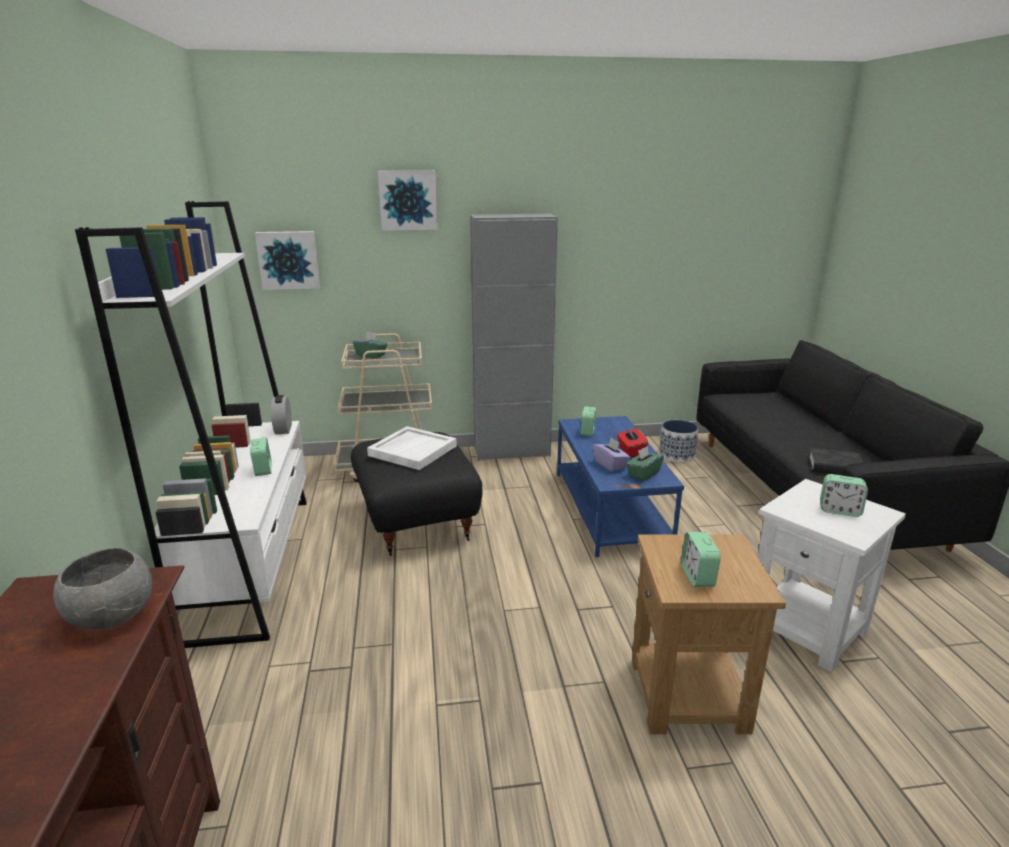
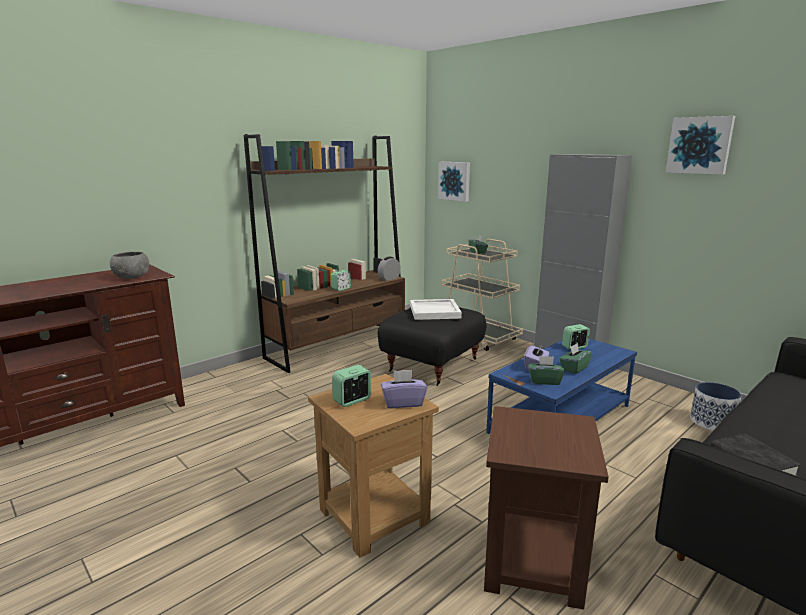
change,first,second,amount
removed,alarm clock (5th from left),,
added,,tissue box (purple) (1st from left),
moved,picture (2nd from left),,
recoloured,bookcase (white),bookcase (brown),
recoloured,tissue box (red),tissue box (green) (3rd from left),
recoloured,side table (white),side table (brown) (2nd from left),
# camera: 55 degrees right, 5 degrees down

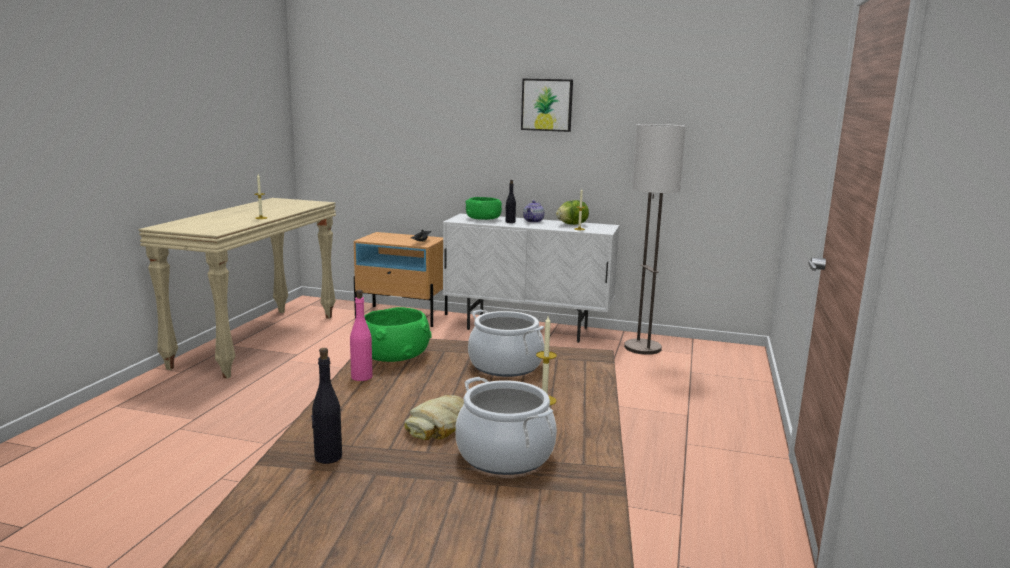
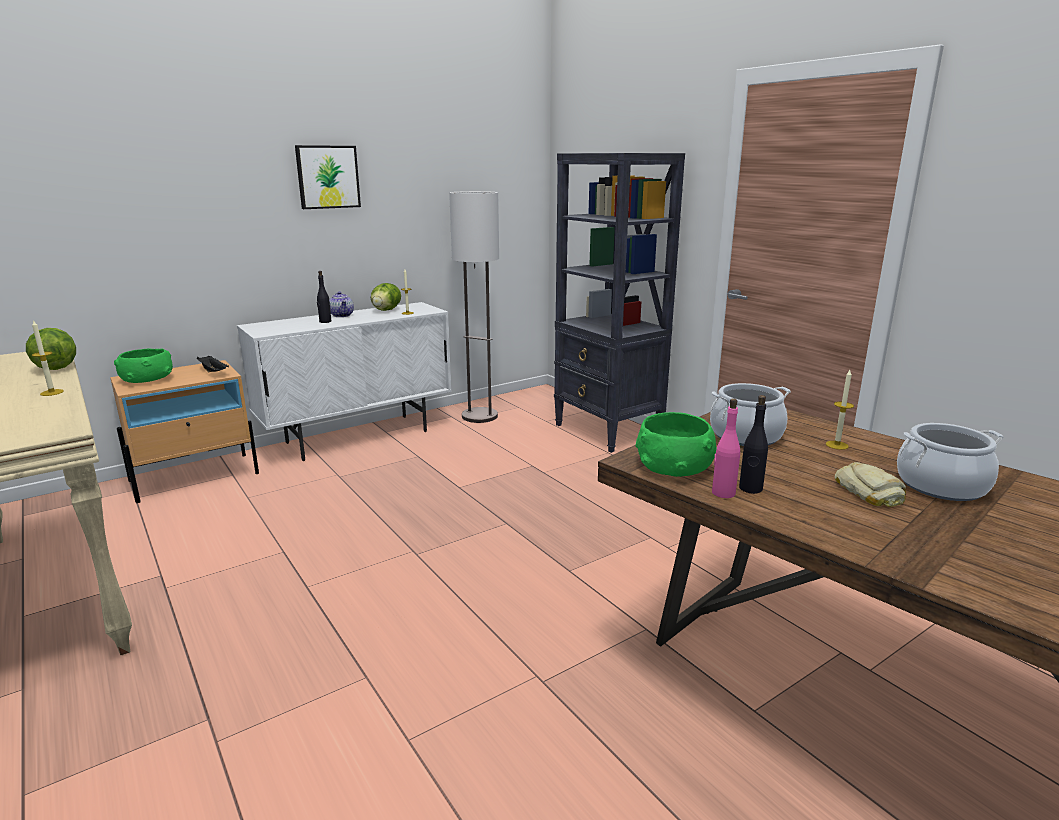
change,first,second,amount
added,,lettuce (1st from left),
added,,bookcase (black),
moved,bottle (black) (1st from left in the first image),bottle (black) (2nd from left),
moved,bowl (green) (2nd from left in the first image),bowl (green) (1st from left),
# camera: 50 degrees left, 5 degrees up

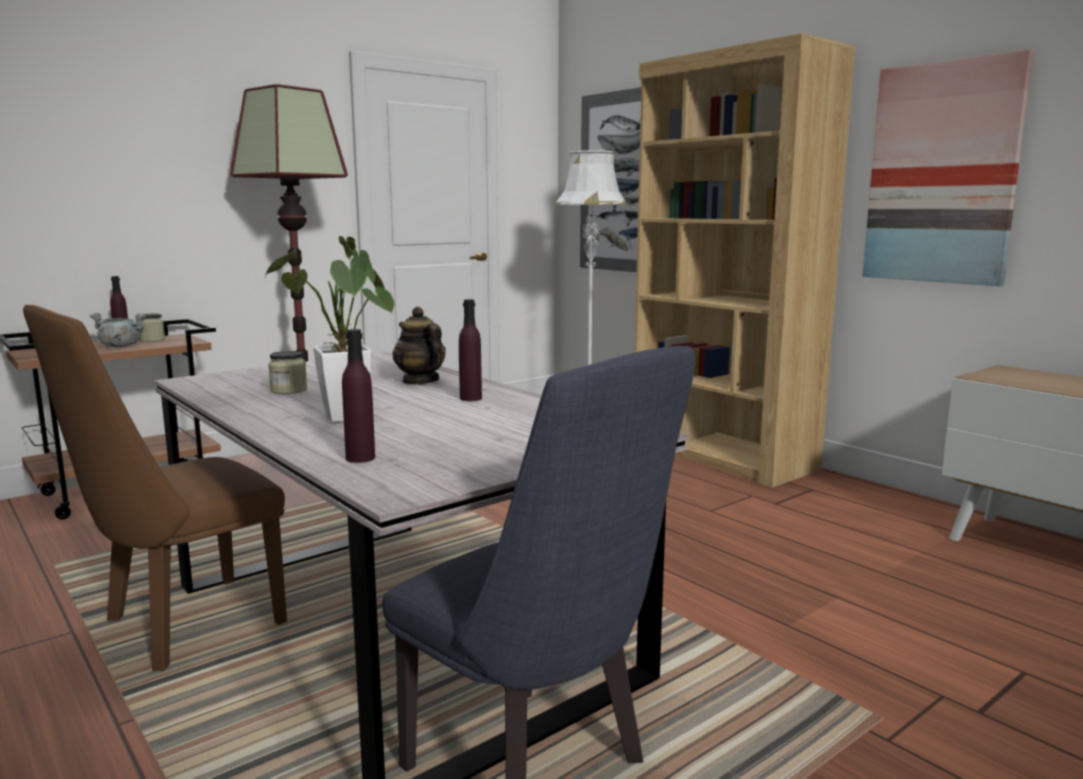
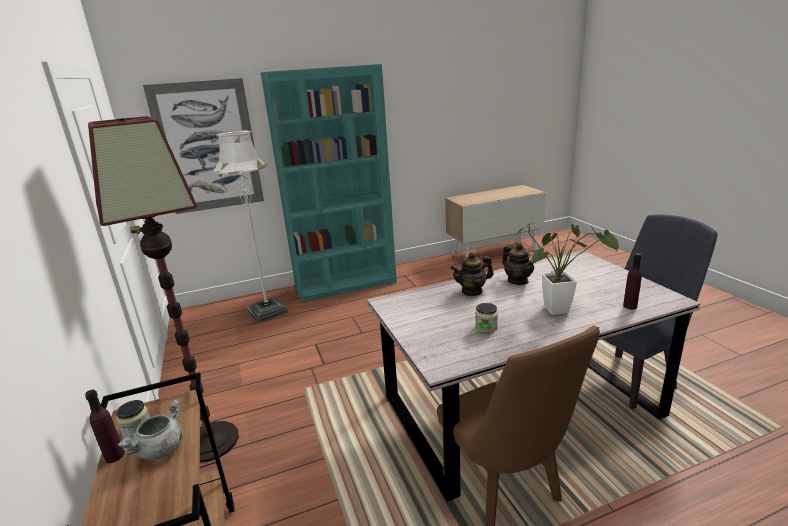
change,first,second,amount
removed,picture (2nd from left),,
replaced,bottle (purple) (3rd from left),teapot (2nd from left),
recoloured,bookcase (brown),bookcase (turquoise),
# camera: 70 degrees left, 10 degrees up

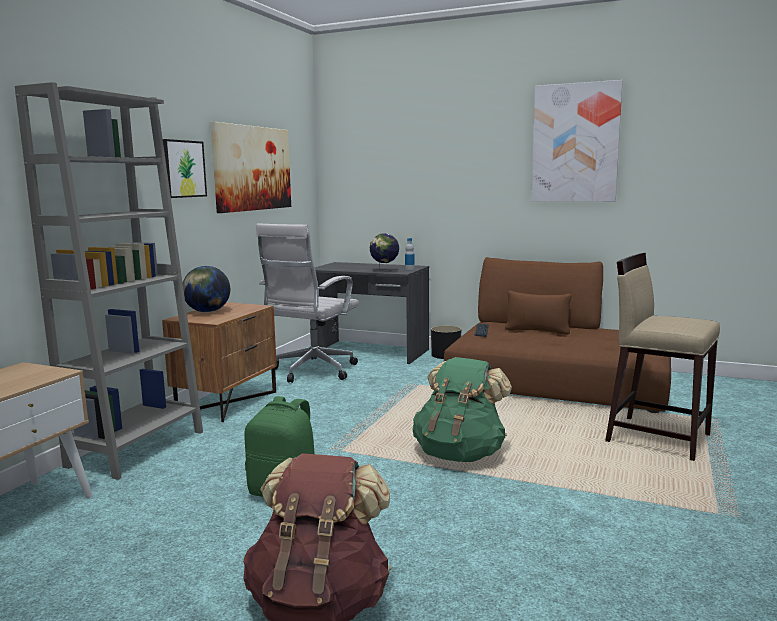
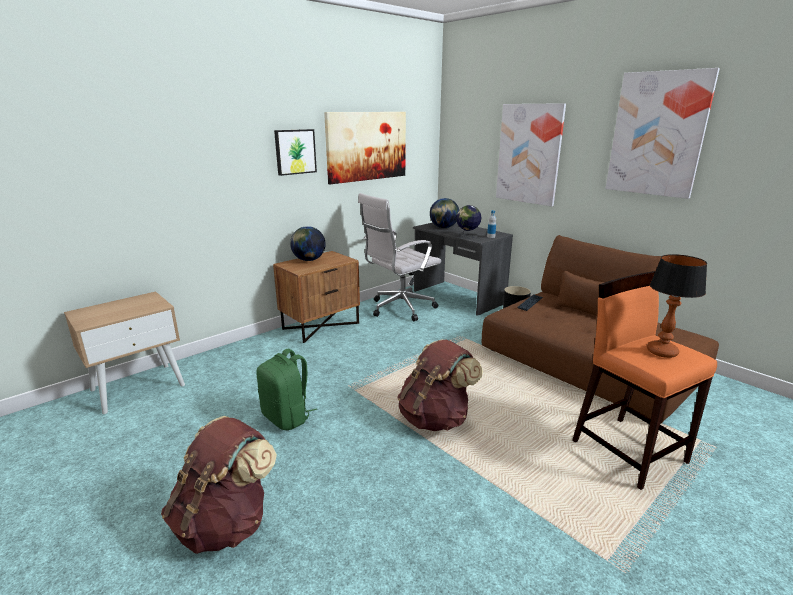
change,first,second,amount
removed,bookcase (grey),,
added,,globe (2nd from left),
added,,picture (3rd from left),
added,,table lamp,
recoloured,backpack (green) (2nd from left),backpack (brown) (2nd from left),
recoloured,stool (beige),stool (orange),
# camera: 25 degrees right, 10 degrees up

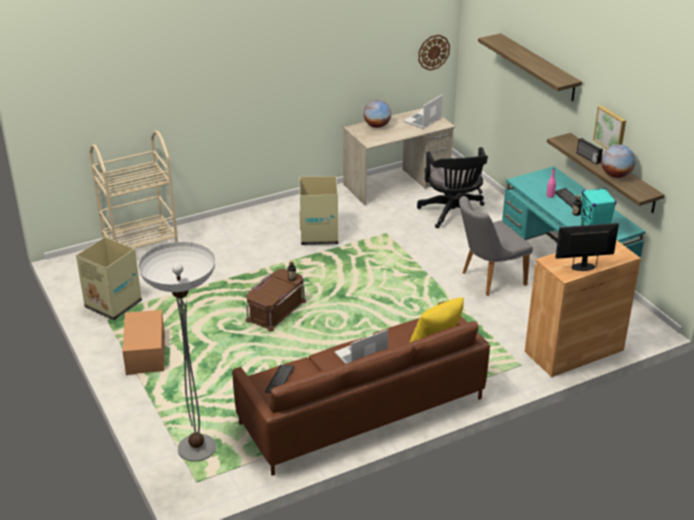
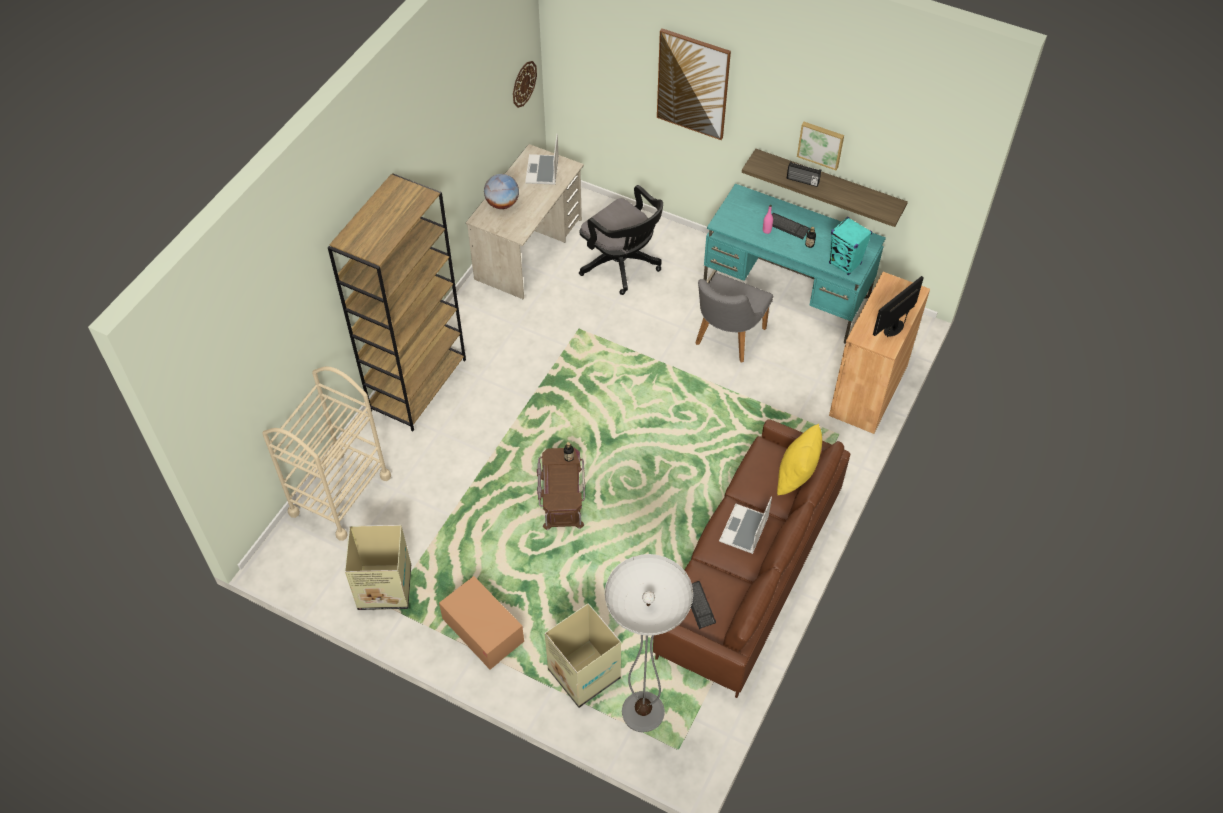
change,first,second,amount
removed,globe (2nd from left),,
added,,bookcase (brown),
moved,cardboard box (3rd from left),,
replaced,shelf (1st from left),picture (1st from left),
# camera: 35 degrees left, 20 degrees up

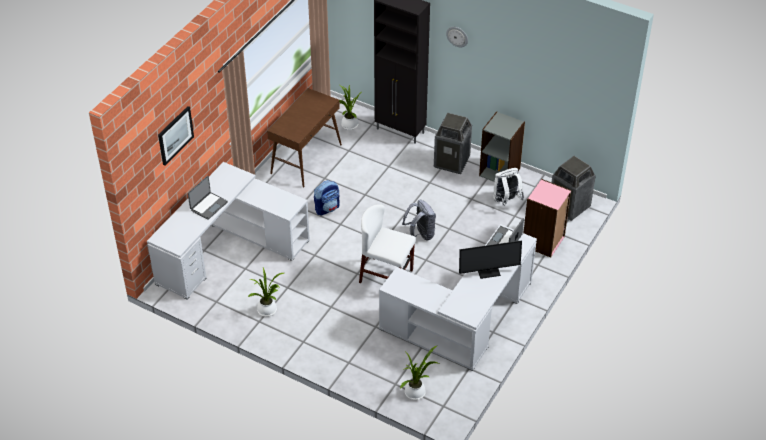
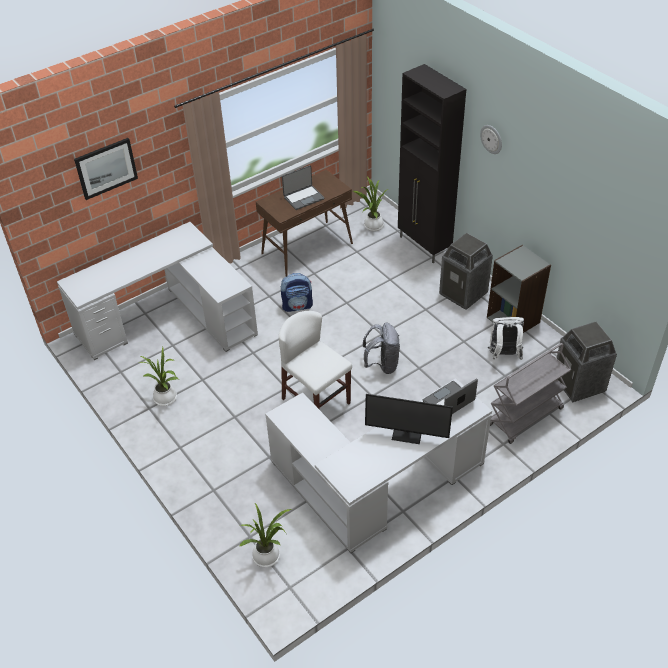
change,first,second,amount
moved,laptop (1st from left),,
replaced,bookcase (pink),cart (grey),
# camera: 25 degrees right, 0 degrees up

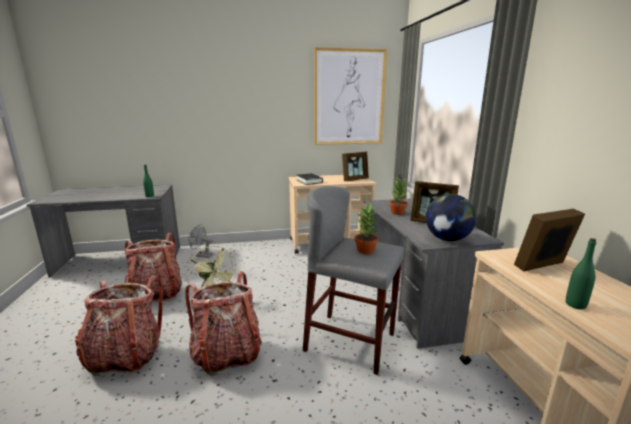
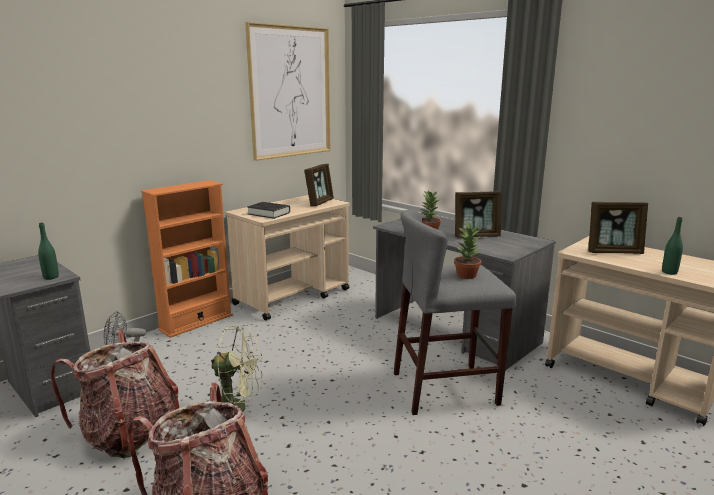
change,first,second,amount
removed,backpack (3rd from left),,
removed,globe,,
added,,bookcase (orange),
turned,picture frame (3rd from left),,120 degrees counterclockwise
# camera: 35 degrees left, 0 degrees up

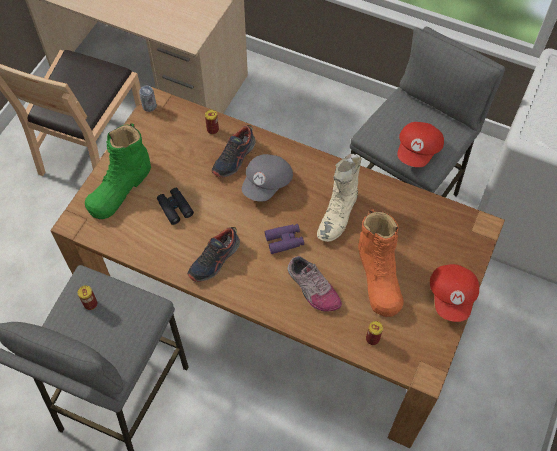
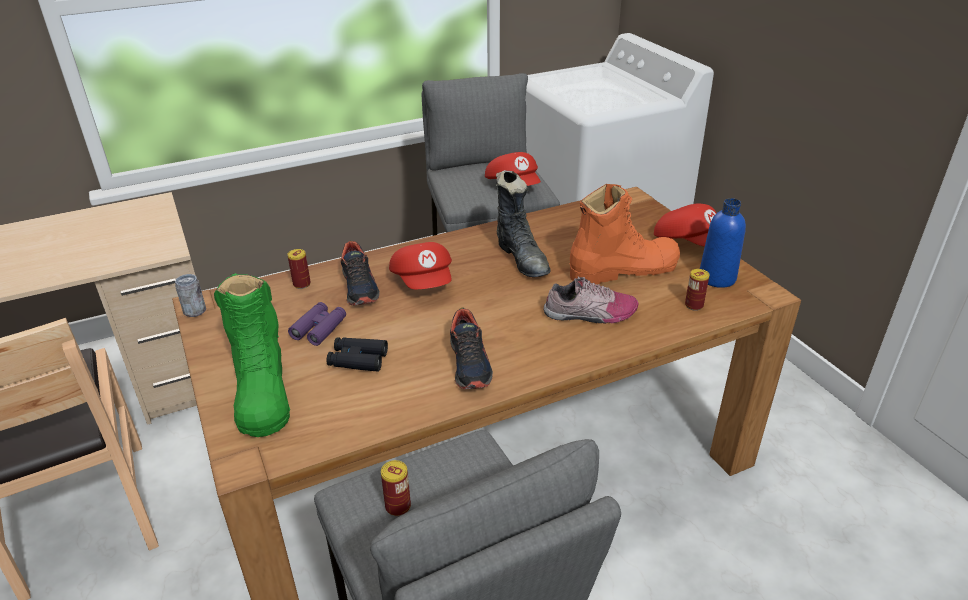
change,first,second,amount
added,,bottle (blue),
moved,binoculars (purple),,
recoloured,cap (grey),cap (red) (1st from left),
recoloured,boot (beige),boot (black),
turned,boot (orange),,45 degrees counterclockwise
# camera: 50 degrees left, 25 degrees down

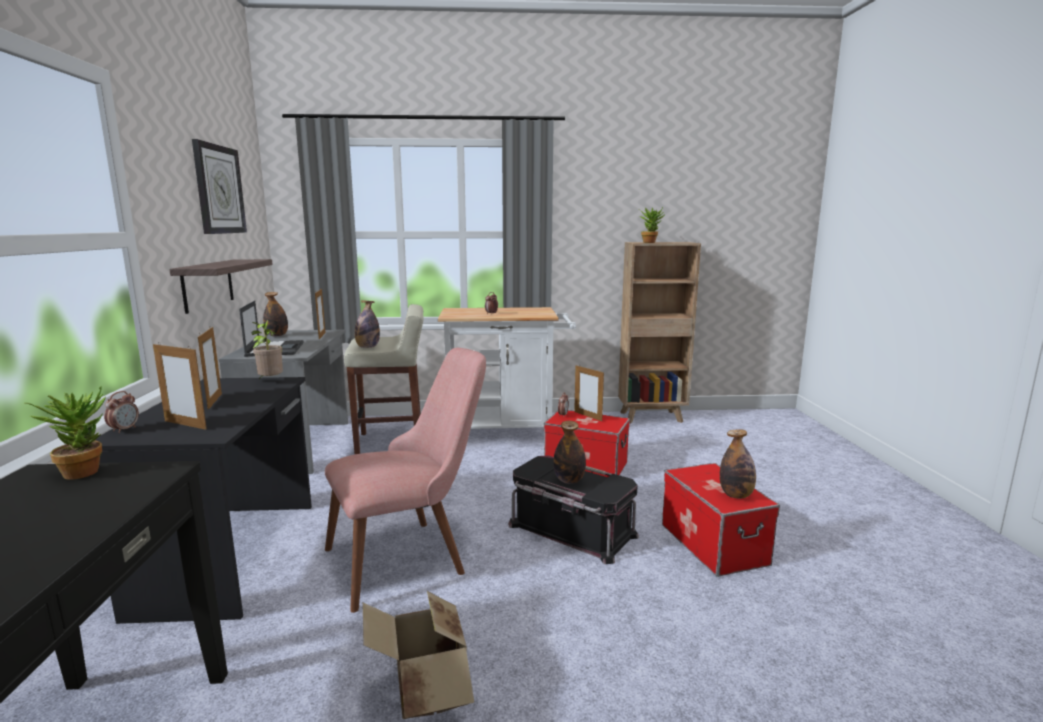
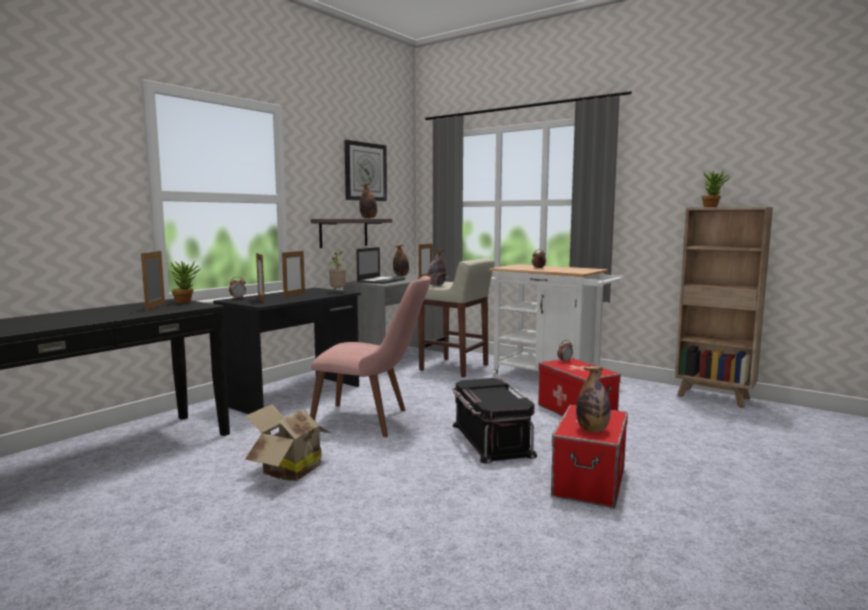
change,first,second,amount
moved,bottle (3rd from left in the first image),bottle (1st from left),
moved,picture frame (4th from left in the first image),picture frame (1st from left),
# camera: 40 degrees right, 5 degrees down

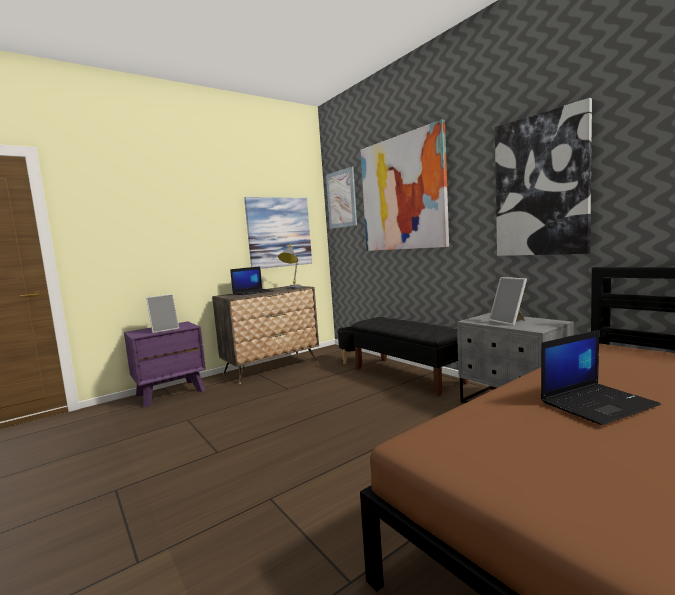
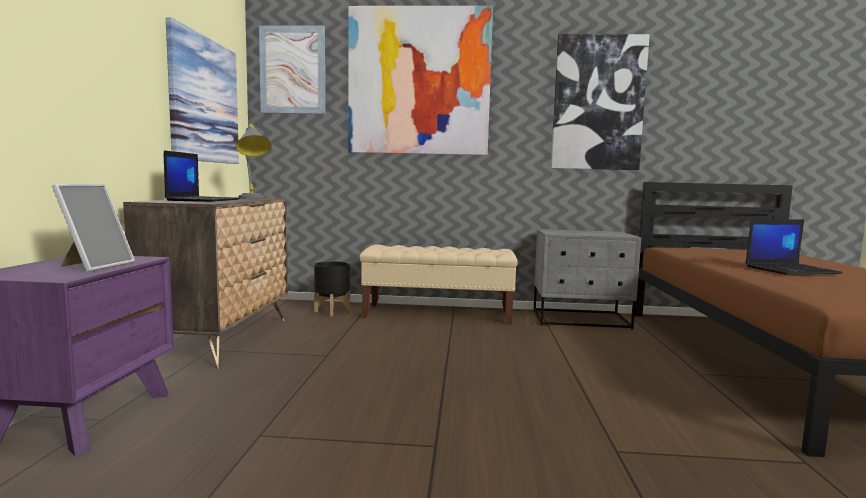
change,first,second,amount
removed,picture frame (2nd from left),,
recoloured,bench (black),bench (beige),
turned,laptop (2nd from left),,60 degrees clockwise
# camera: 50 degrees left, 0 degrees up

